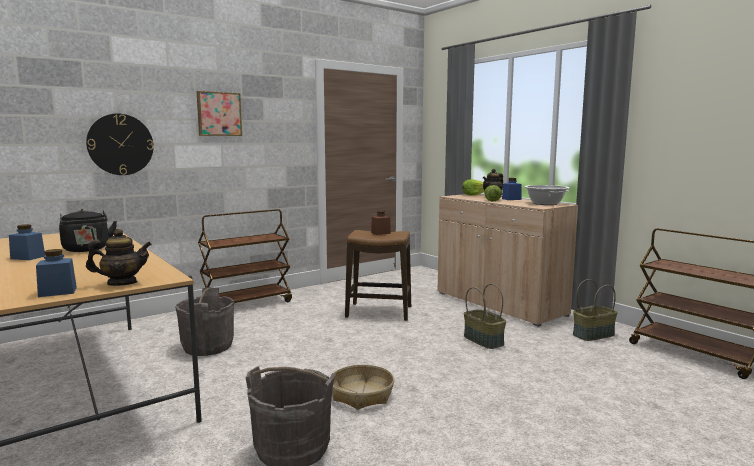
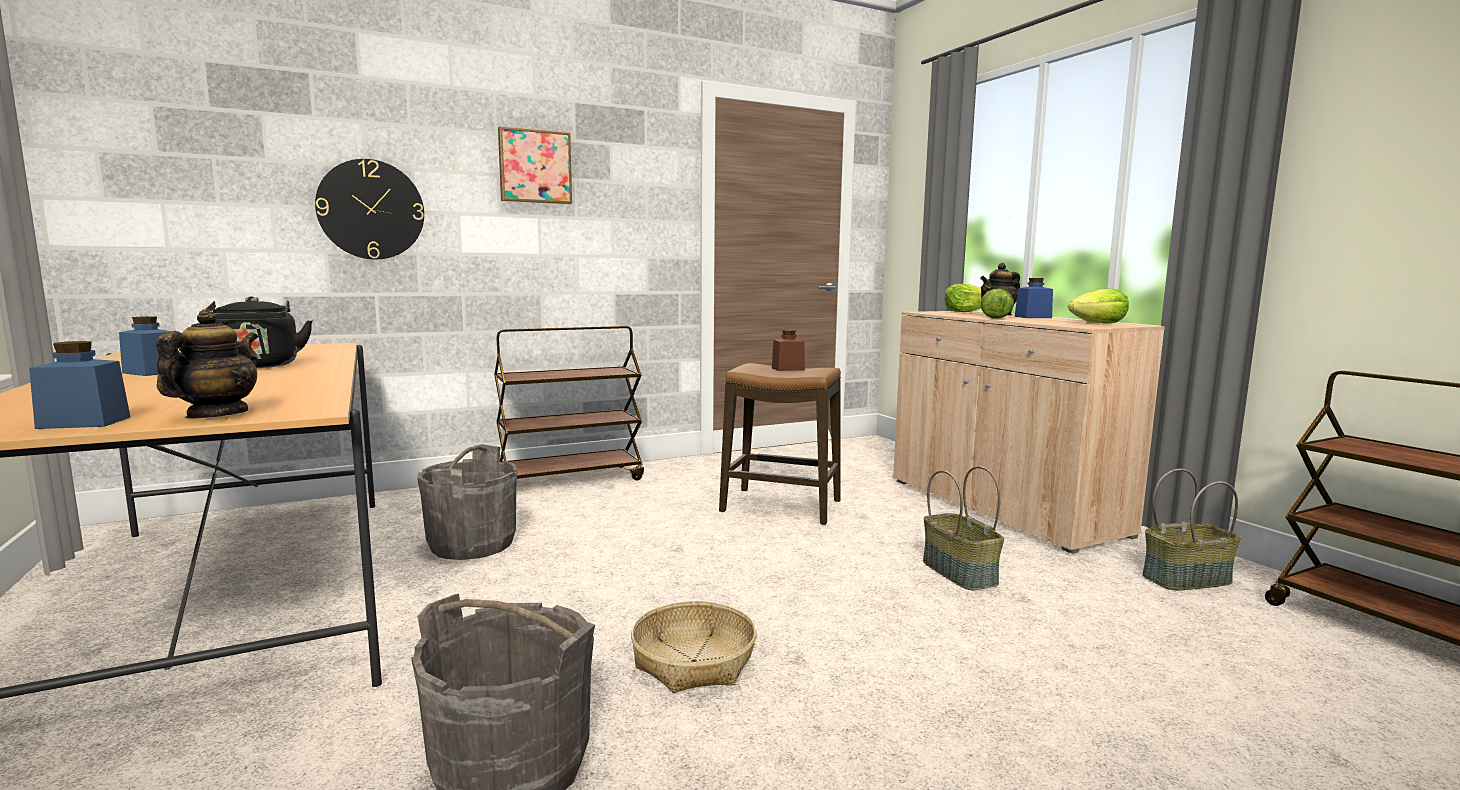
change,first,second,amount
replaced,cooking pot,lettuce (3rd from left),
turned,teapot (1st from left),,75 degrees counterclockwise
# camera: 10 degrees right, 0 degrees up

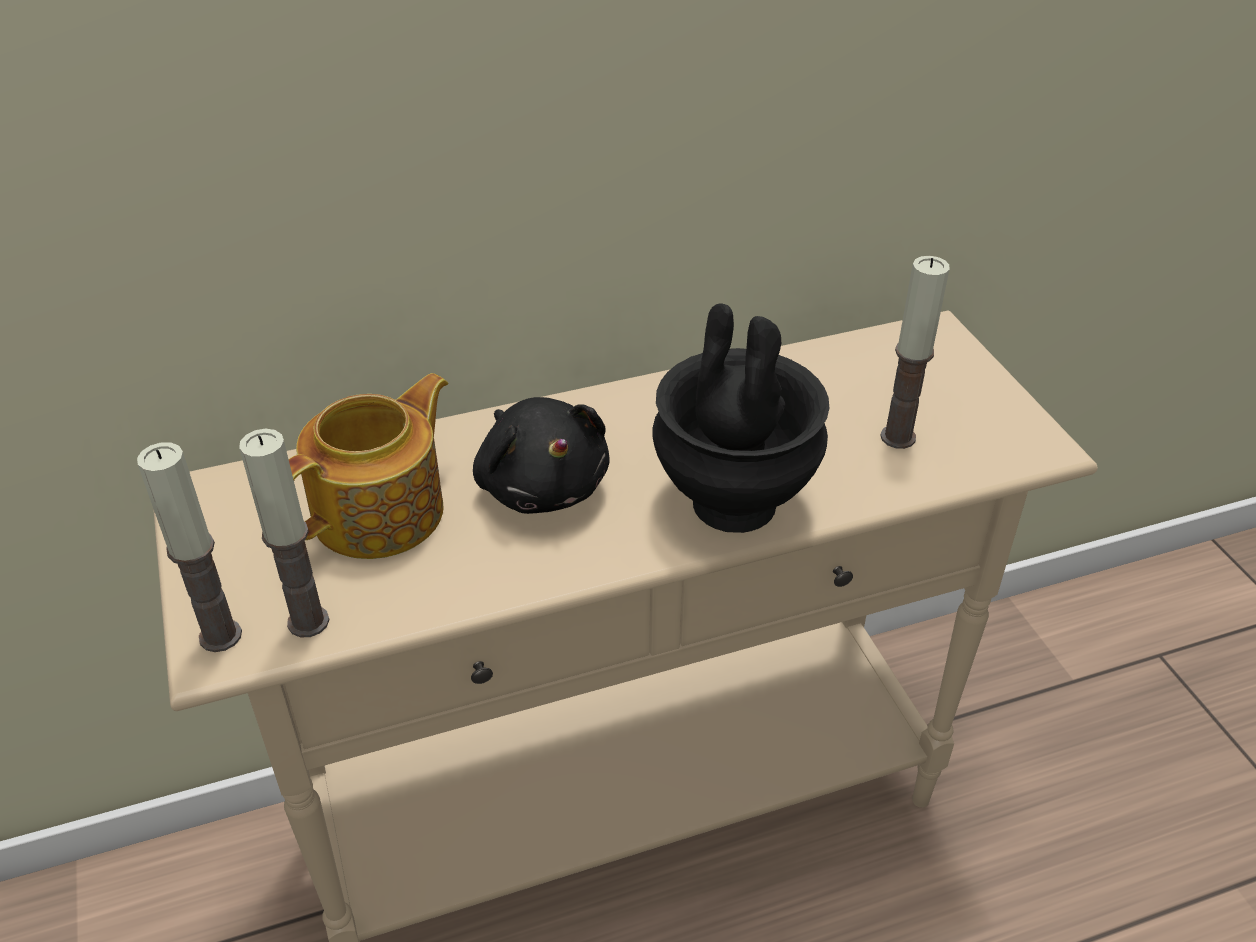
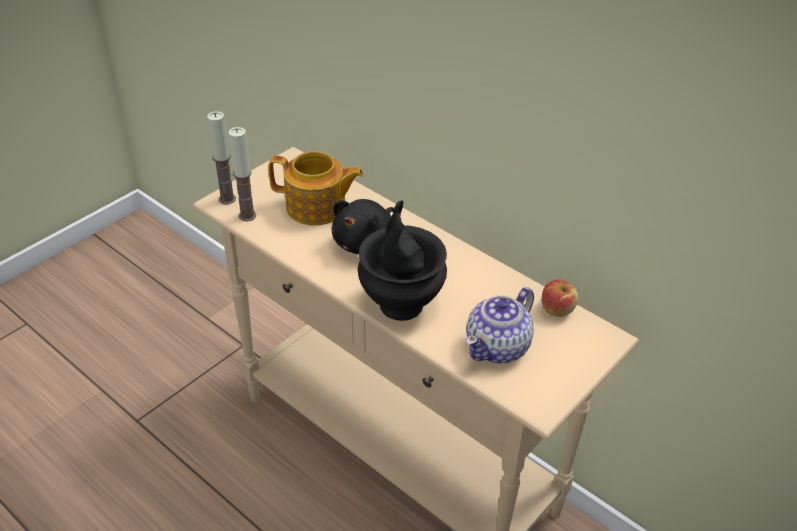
change,first,second,amount
added,,apple,
replaced,candle (3rd from left),teapot (2nd from left),
# camera: 60 degrees right, 0 degrees up

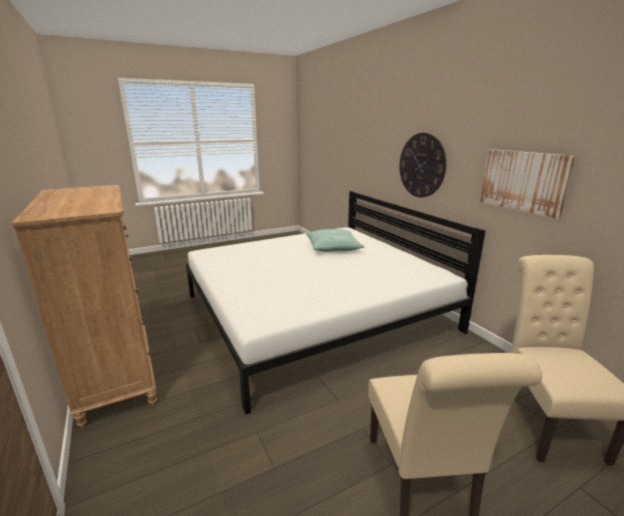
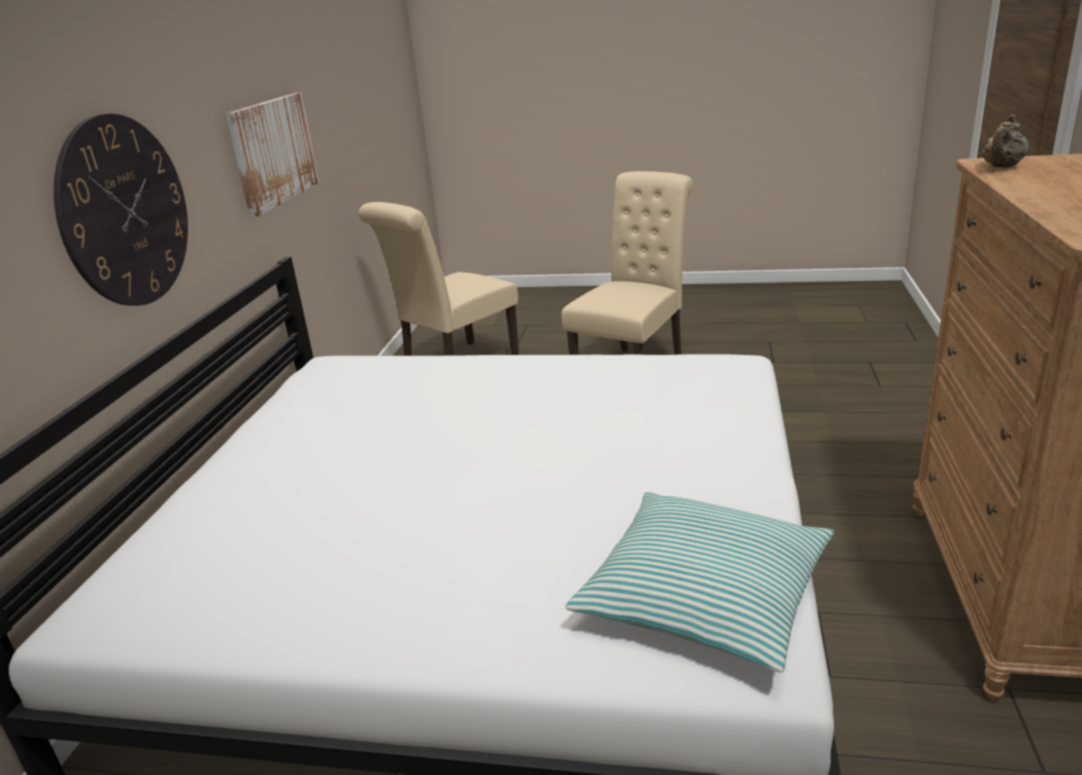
change,first,second,amount
added,,teapot (beige),
moved,pillow,,
# camera: 140 degrees left, 5 degrees up

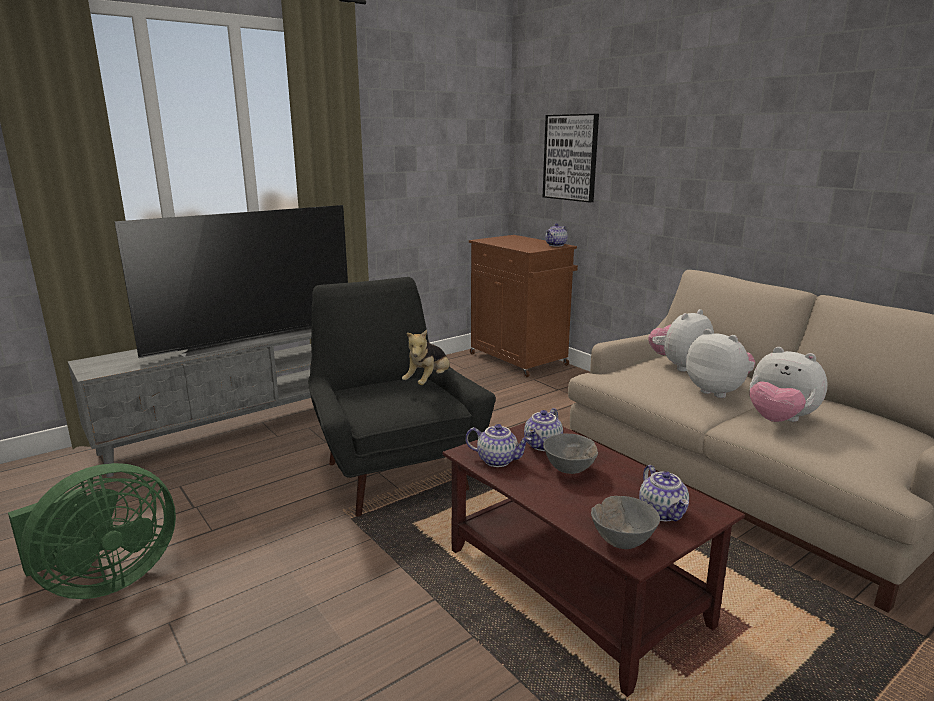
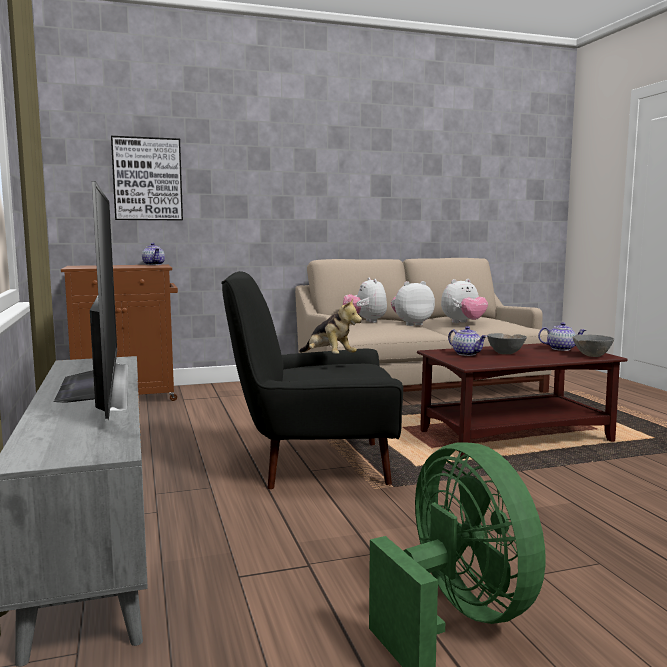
change,first,second,amount
removed,teapot (1st from left),,
# camera: 70 degrees left, 10 degrees down

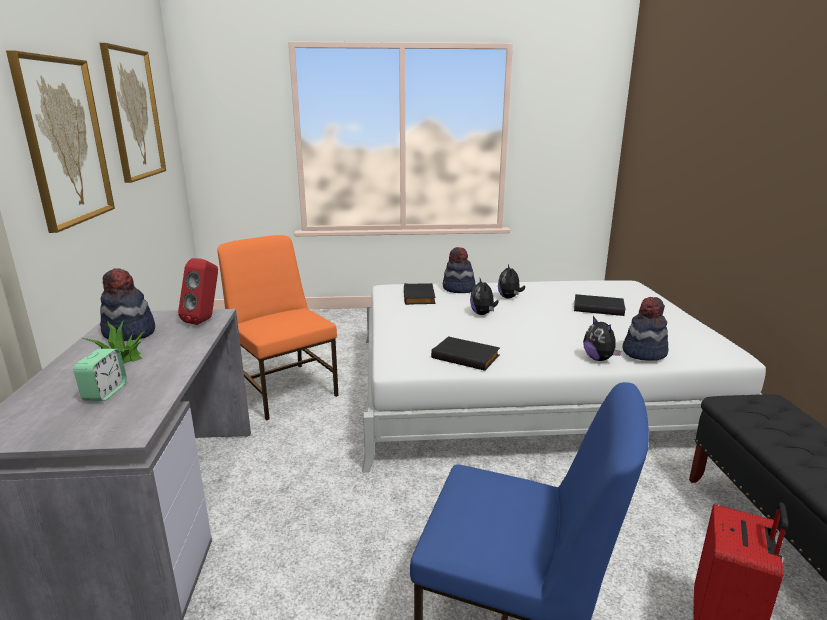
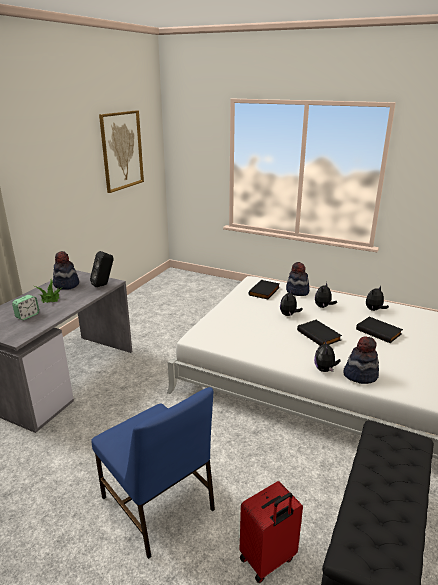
change,first,second,amount
removed,picture (1st from left),,
removed,chair (orange),,
added,,plush toy (4th from left),
moved,book (black) (2nd from left),,
recoloured,speaker (red),speaker (black),
# camera: 30 degrees right, 5 degrees up

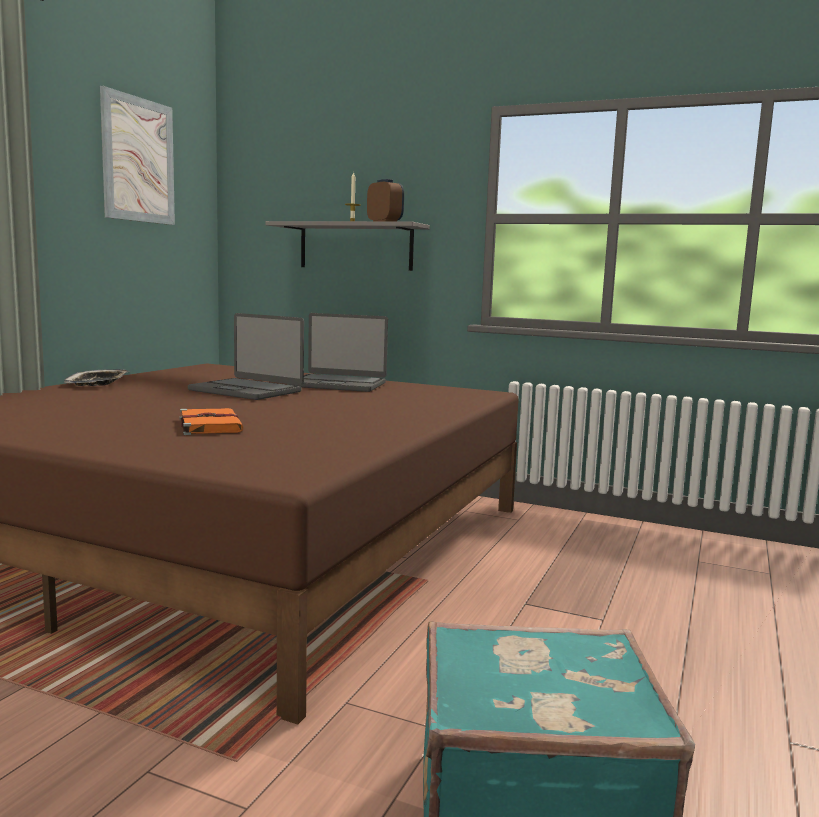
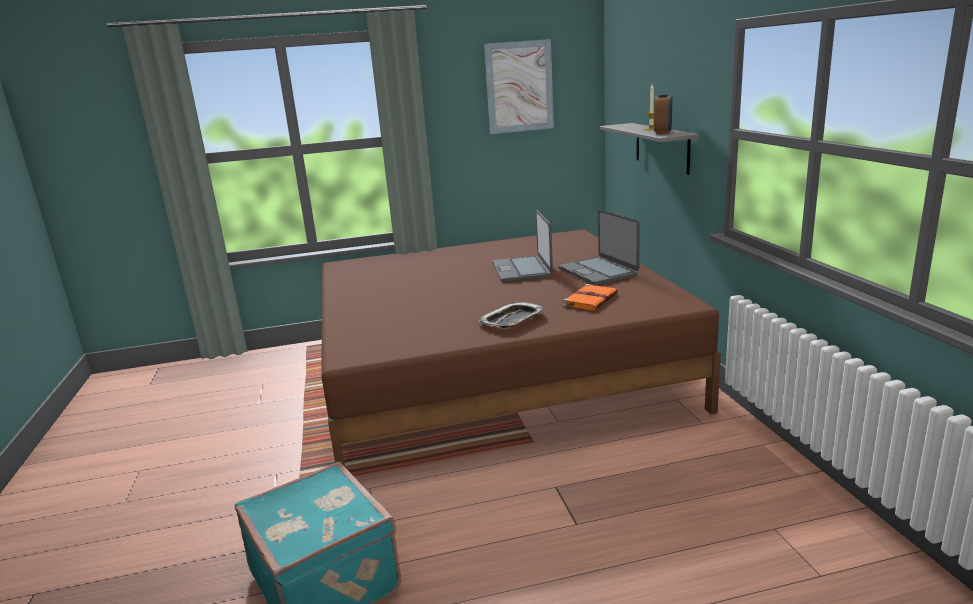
change,first,second,amount
moved,tray,,
moved,book (orange),,
# camera: 55 degrees right, 10 degrees up

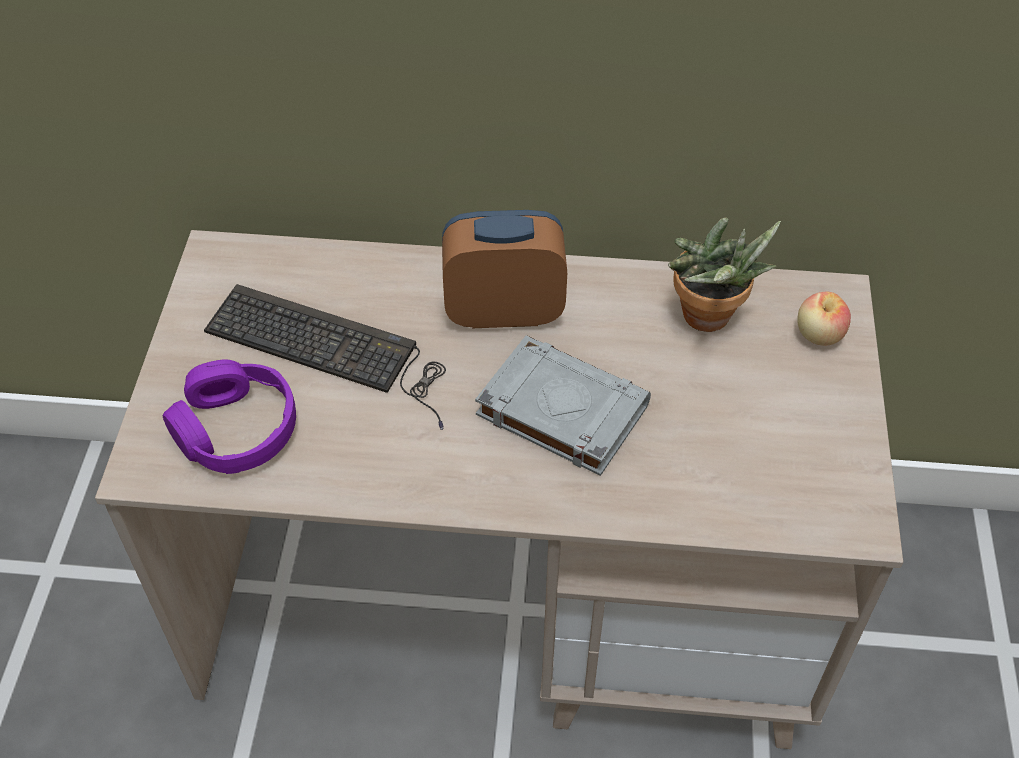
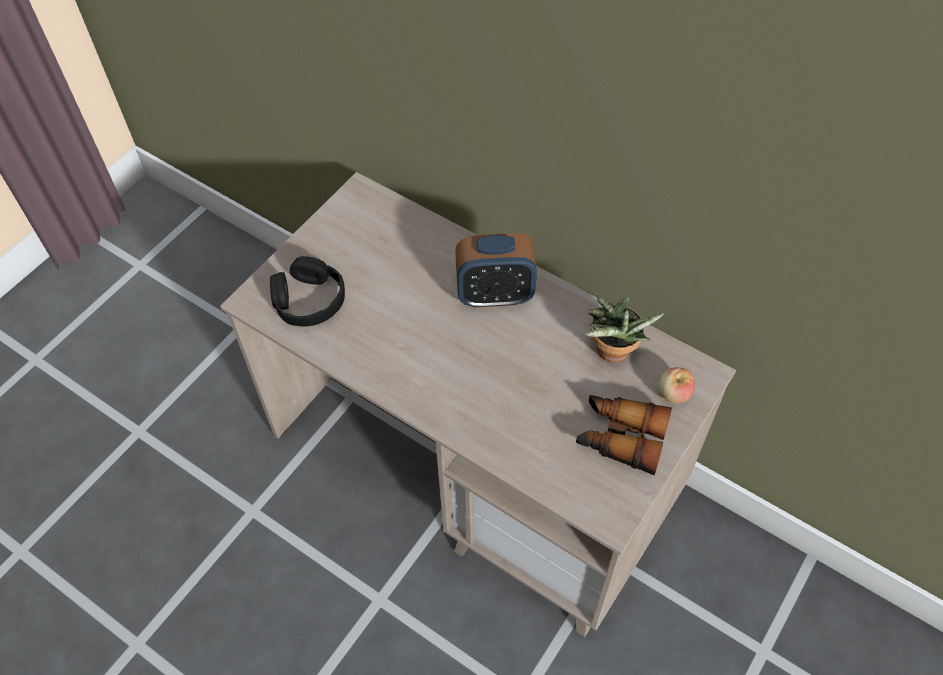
change,first,second,amount
removed,keyboard,,
removed,book (grey),,
added,,binoculars,
recoloured,headphones (purple),headphones (black),
turned,alarm clock,,150 degrees clockwise
# camera: 30 degrees right, 5 degrees up

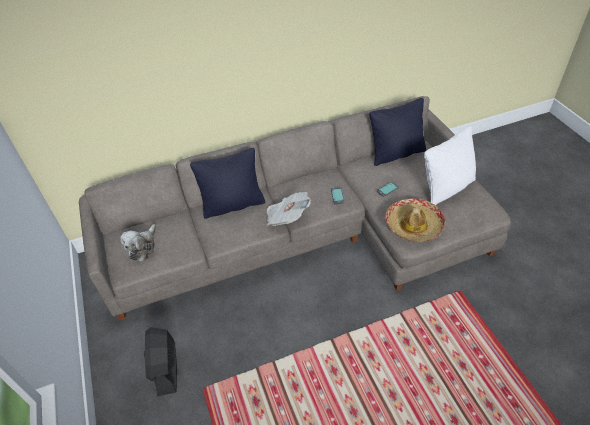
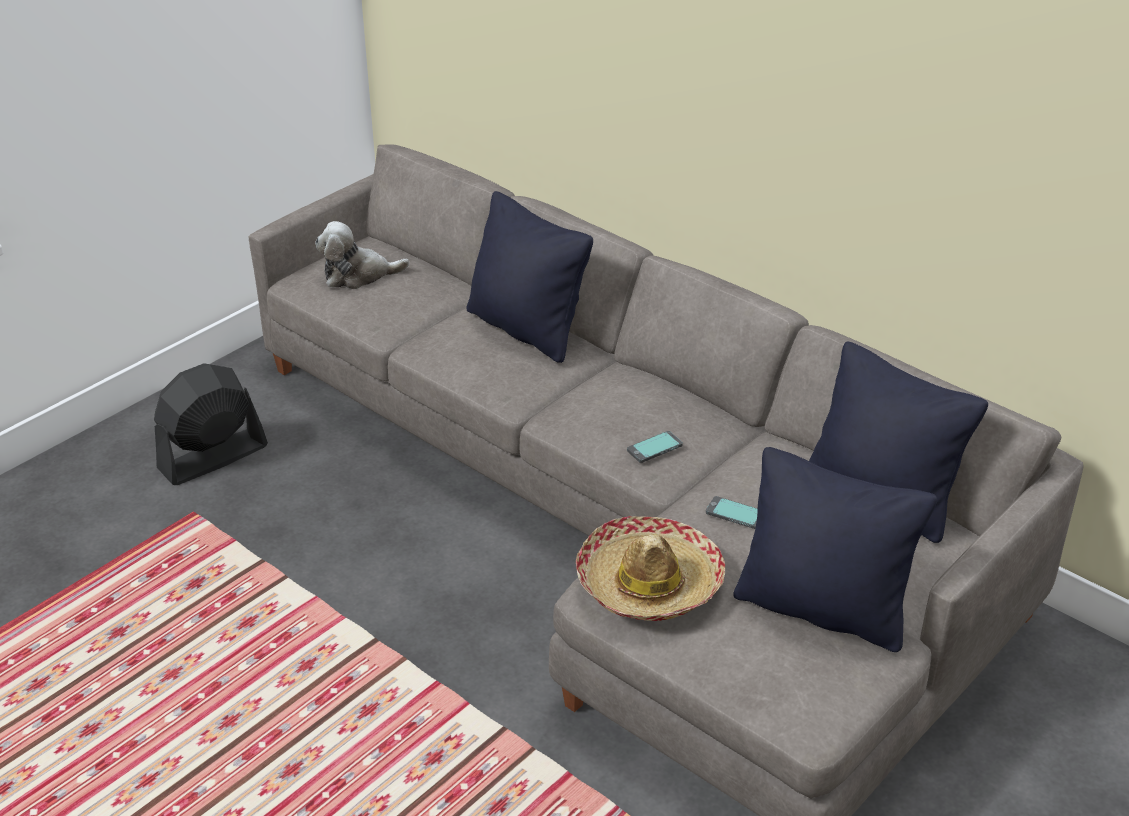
change,first,second,amount
removed,newspaper,,
recoloured,pillow (white),pillow (black) (2nd from left),
# camera: 60 degrees right, 10 degrees down

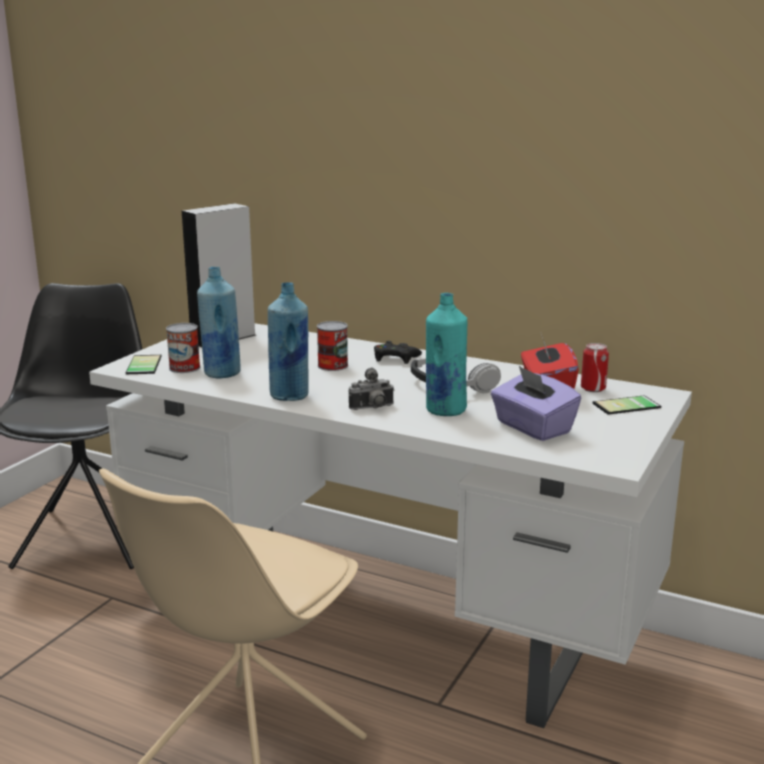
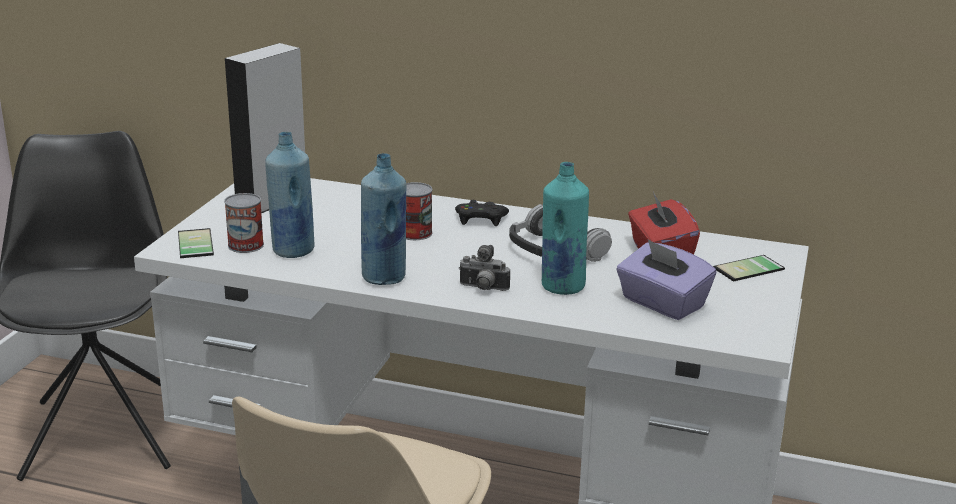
change,first,second,amount
removed,can (3rd from left),,
turned,photo camera,,45 degrees clockwise
# camera: 10 degrees left, 5 degrees up

